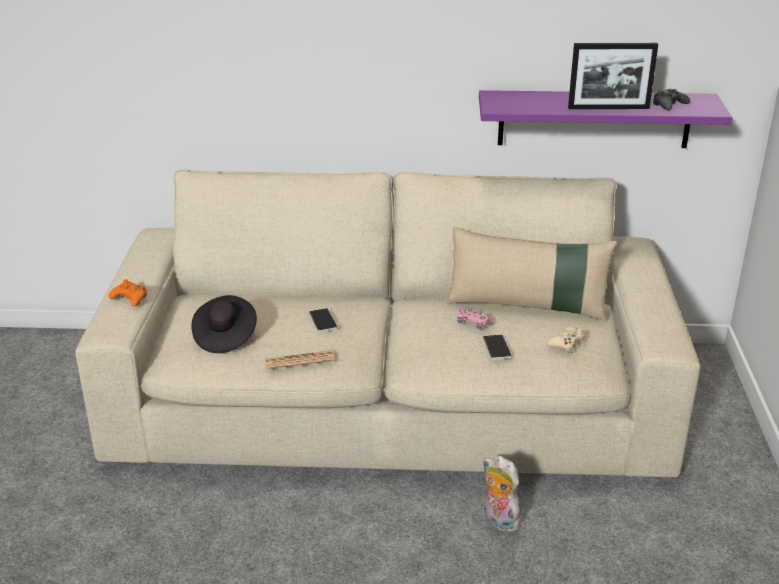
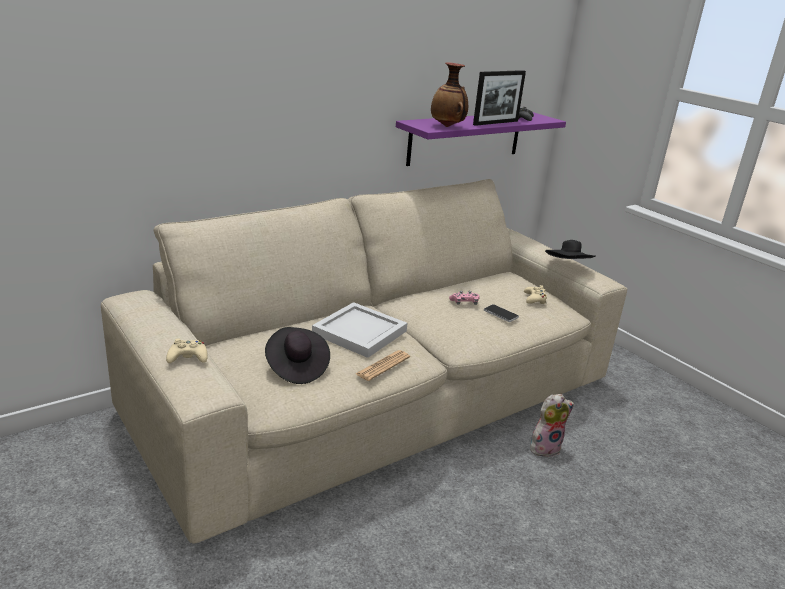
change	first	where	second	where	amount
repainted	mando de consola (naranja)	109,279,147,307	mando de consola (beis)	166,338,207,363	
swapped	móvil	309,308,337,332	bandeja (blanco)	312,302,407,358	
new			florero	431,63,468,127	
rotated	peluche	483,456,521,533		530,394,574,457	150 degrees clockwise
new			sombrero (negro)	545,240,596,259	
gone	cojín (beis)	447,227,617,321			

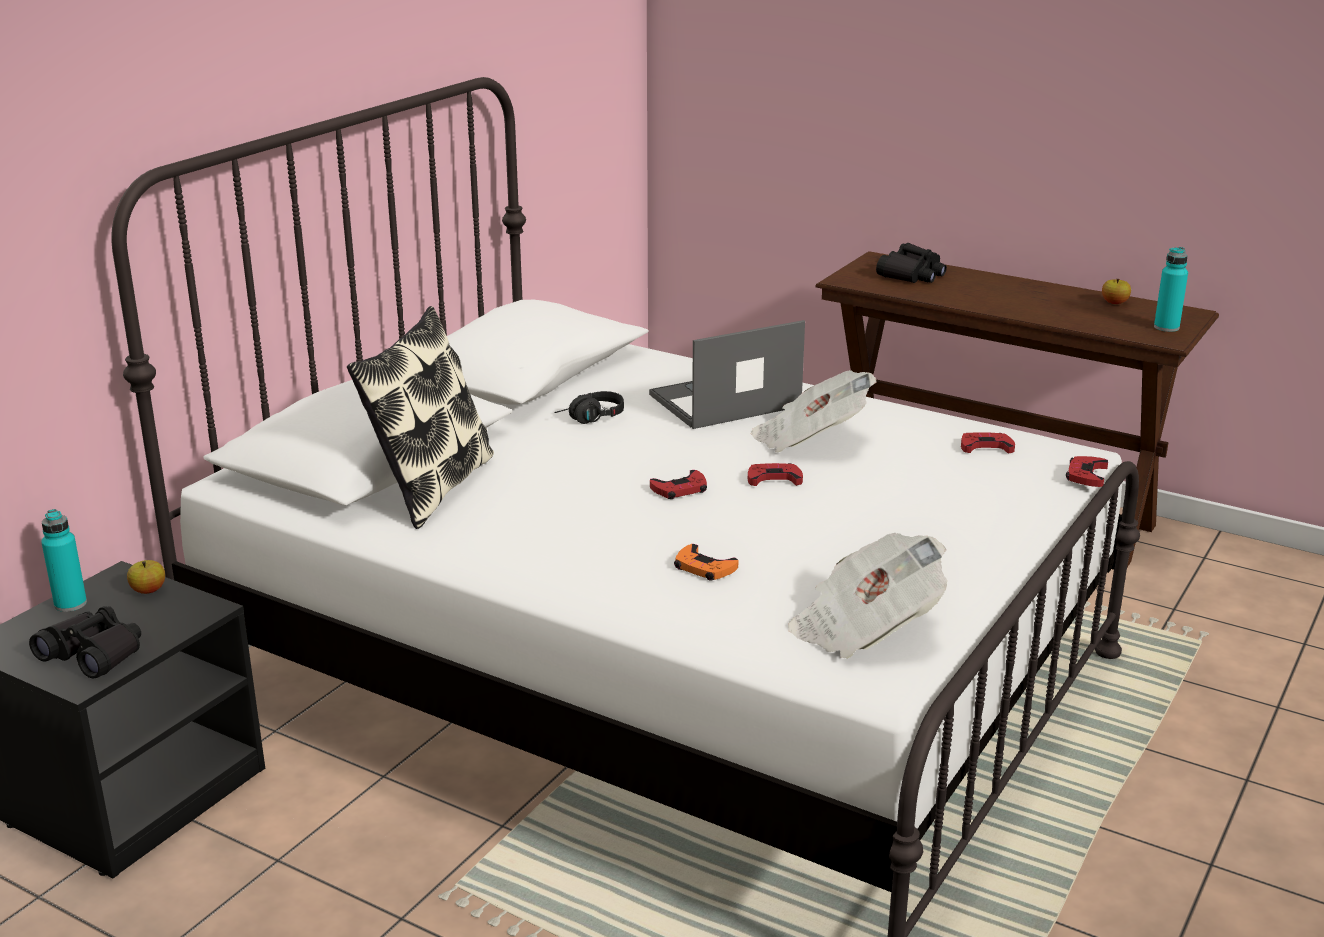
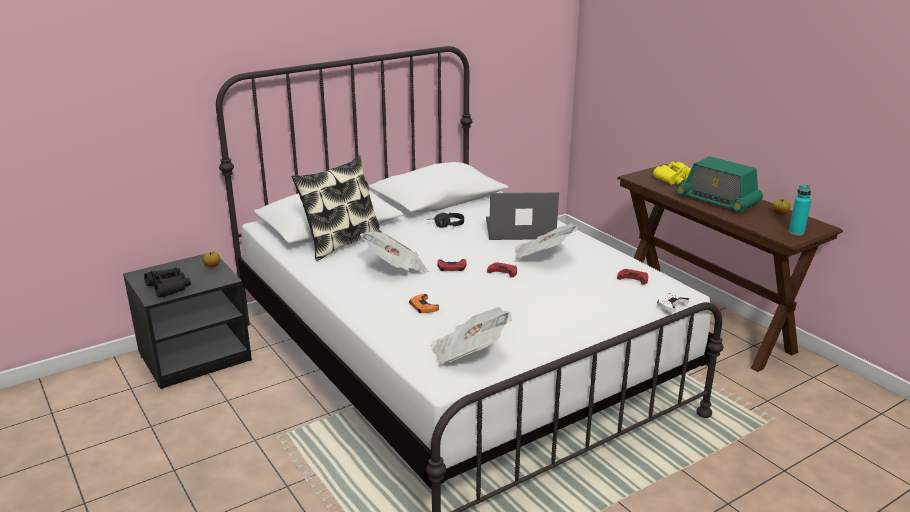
change	first	where	second	where	amount
new			periódico	360,232,429,272	
repainted	prismáticos (negro)	876,243,947,283	prismáticos (amarillo)	653,161,691,184	
repainted	mando de consola (rojo)	1066,456,1108,487	mando de consola (blanco)	657,293,689,312	
new			radio	676,156,763,213	
gone	botella (turquesa)	41,509,87,612			

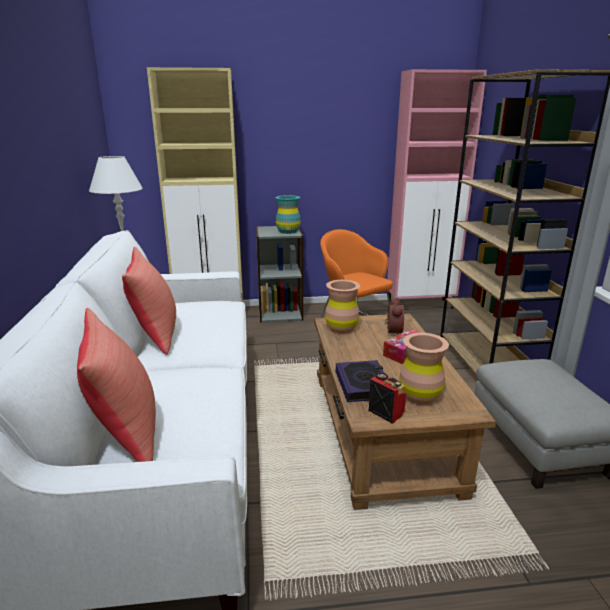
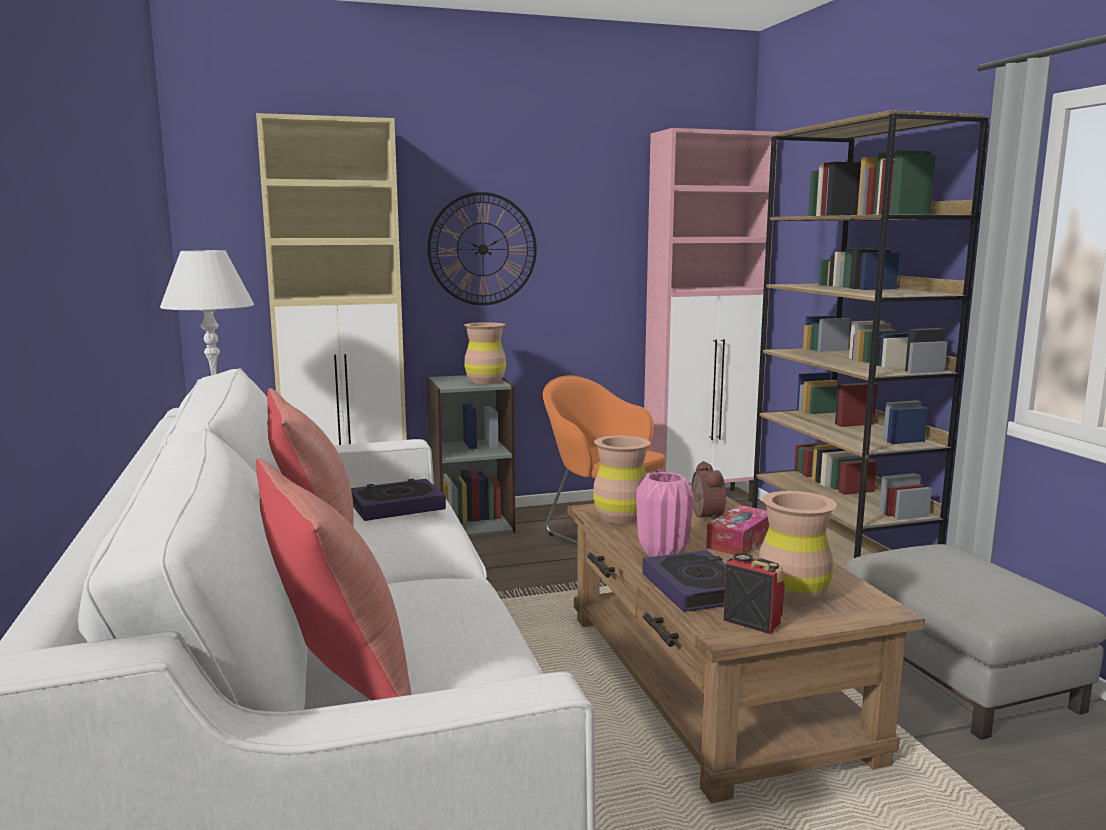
change	first	where	second	where	amount
new			libro	351,479,446,521	
new			reloj de pared	427,192,537,305	
repainted	florero (turquesa)	275,195,301,234	florero (marrón)	464,322,506,384	
new			florero (rosa)	636,472,694,557	

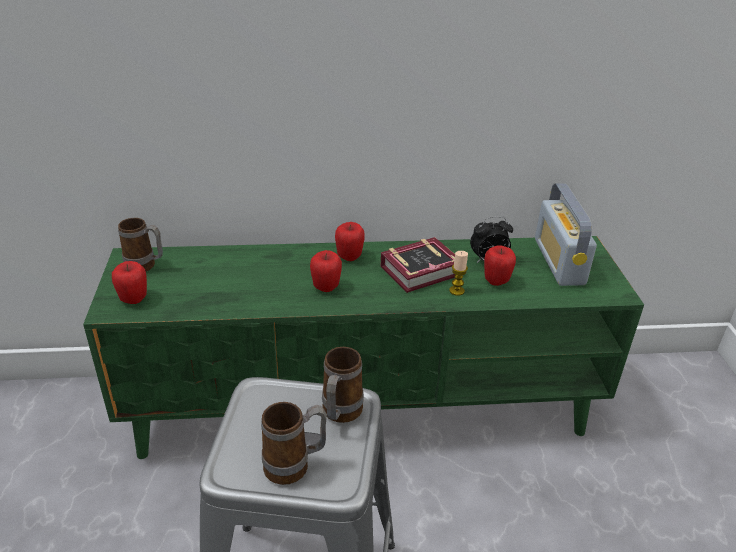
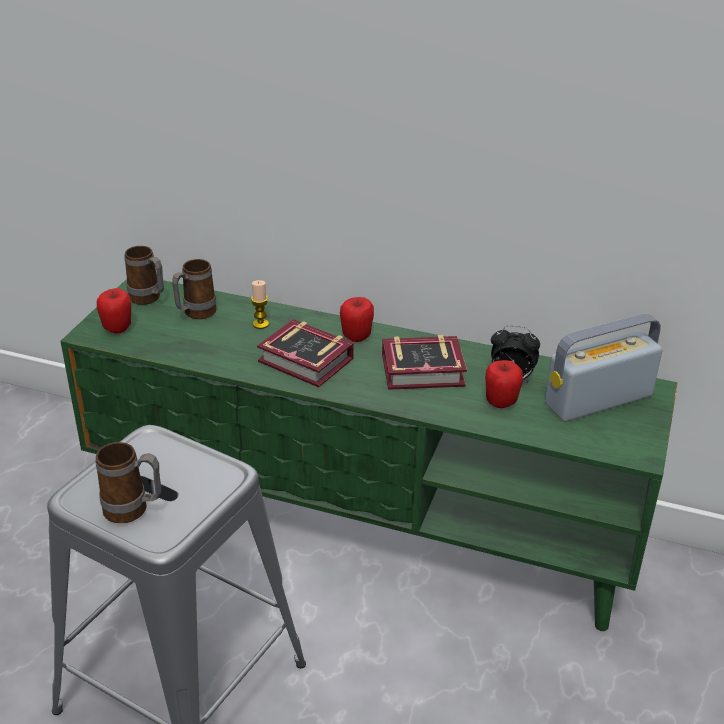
change	first	where	second	where	amount
shifted	taza grande	322,347,364,423		172,259,216,319	
shifted	vela	449,251,468,296		251,280,269,329	
swapped	manzana	310,250,342,292	libro	257,319,354,387	
rotated	radio	535,183,597,286		545,313,663,422	45 degrees clockwise

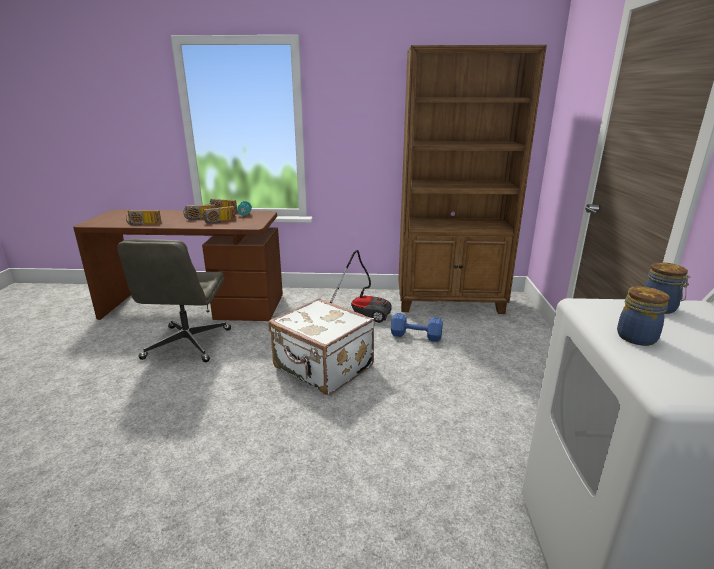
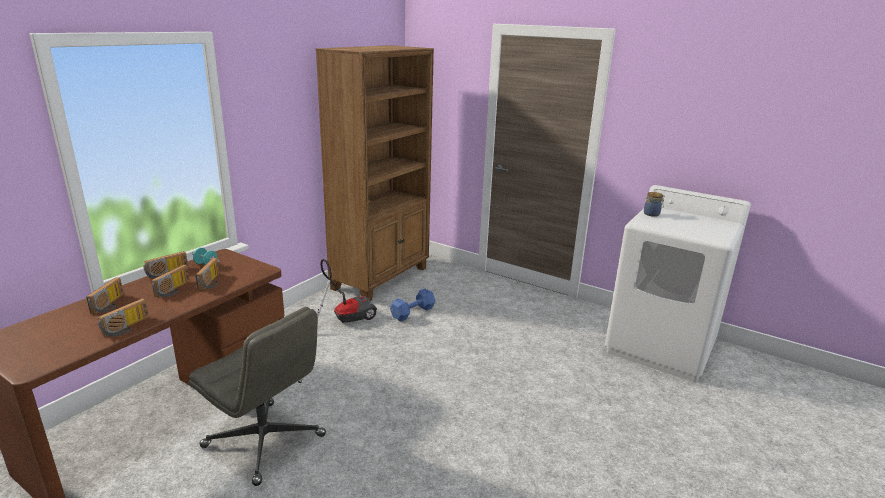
change	first	where	second	where	amount
new			radio	86,277,124,314	
gone	maleta (blanco)	269,298,375,395			
gone	tarro	617,286,670,346			

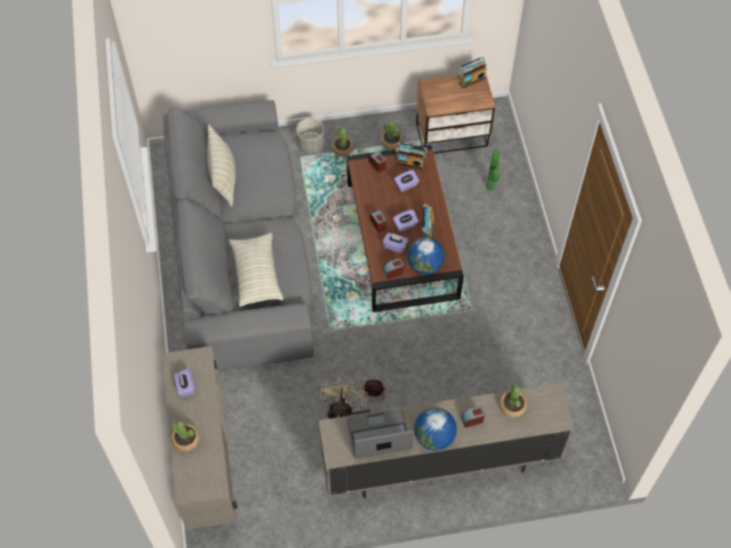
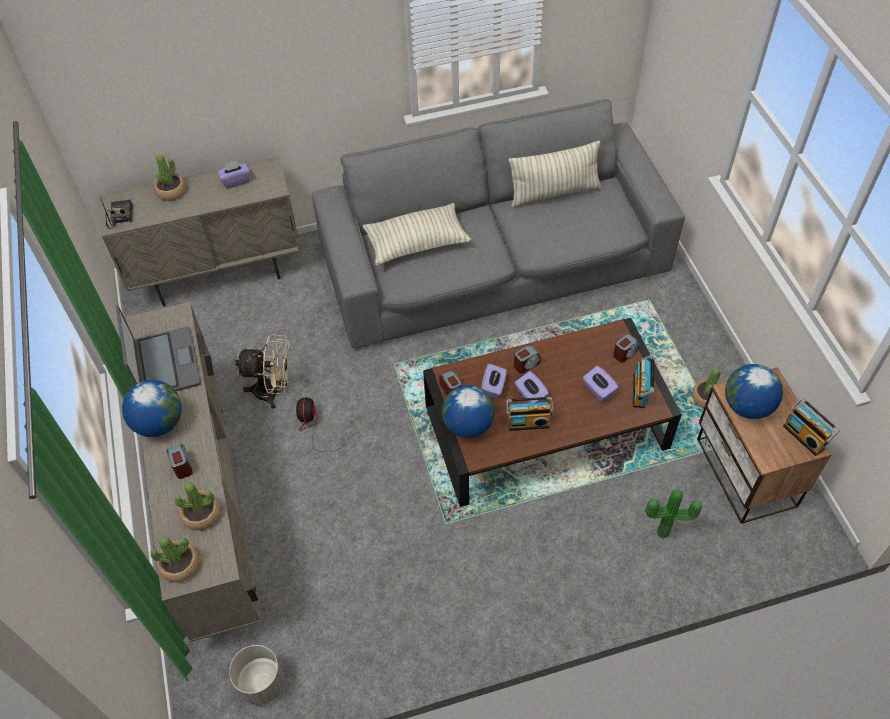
change	first	where	second	where	amount
new			radio	101,199,133,229	
shifted	planta en maceta	332,128,354,157		150,536,200,582	
shifted	maceta (gris)	296,118,325,154		229,645,284,705	
new			globo terráqueo	725,364,783,419	

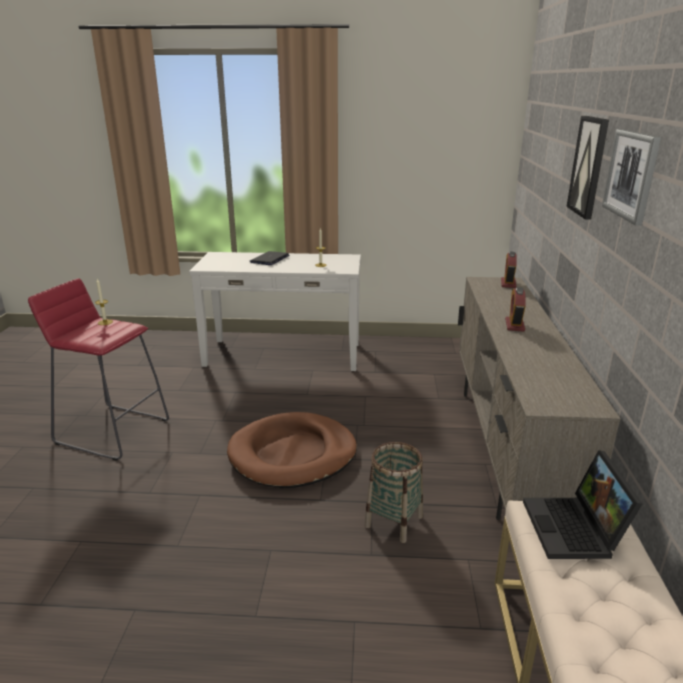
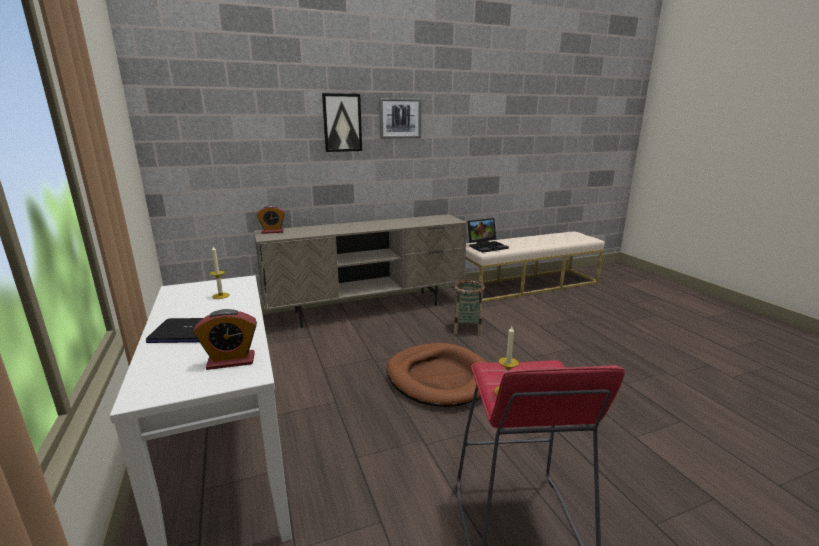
change	first	where	second	where	amount
shifted	despertador	505,287,526,332		193,309,257,370	

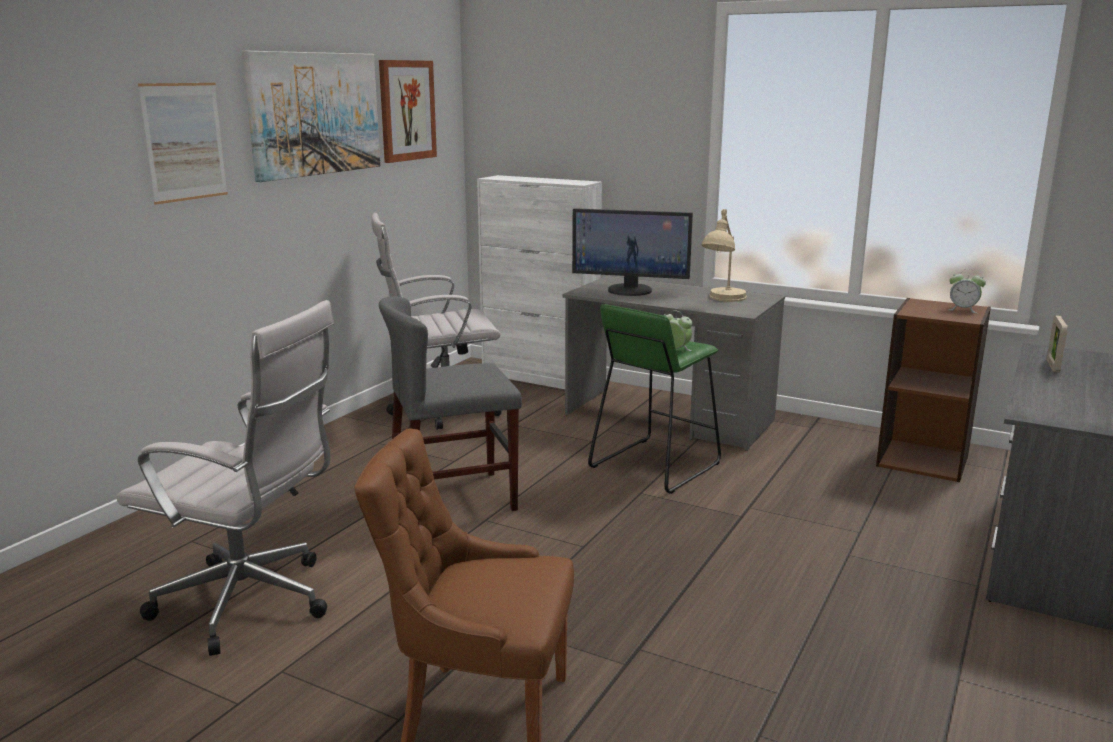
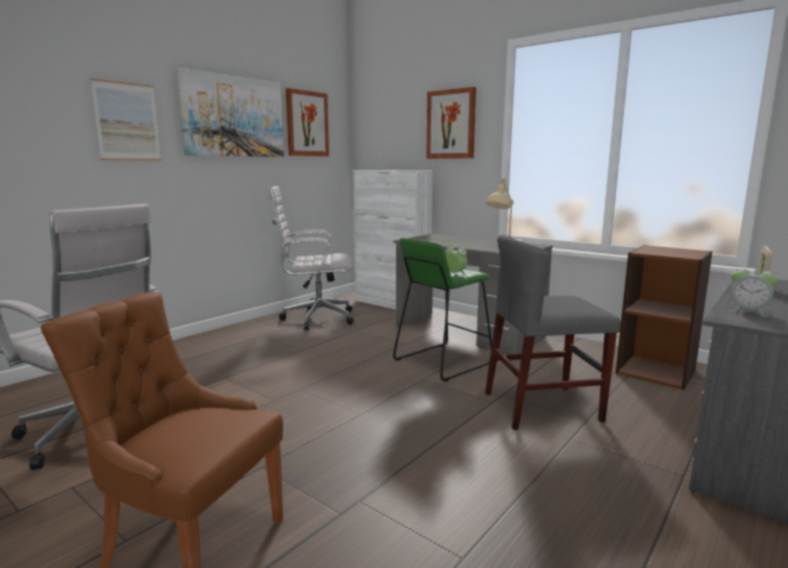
change	first	where	second	where	amount
new			cuadro	426,87,476,159	
shifted	silla (gris)	379,296,522,511		485,235,621,430	
shifted	despertador	949,269,986,313		730,263,780,317	
gone	monitor	572,208,693,296			

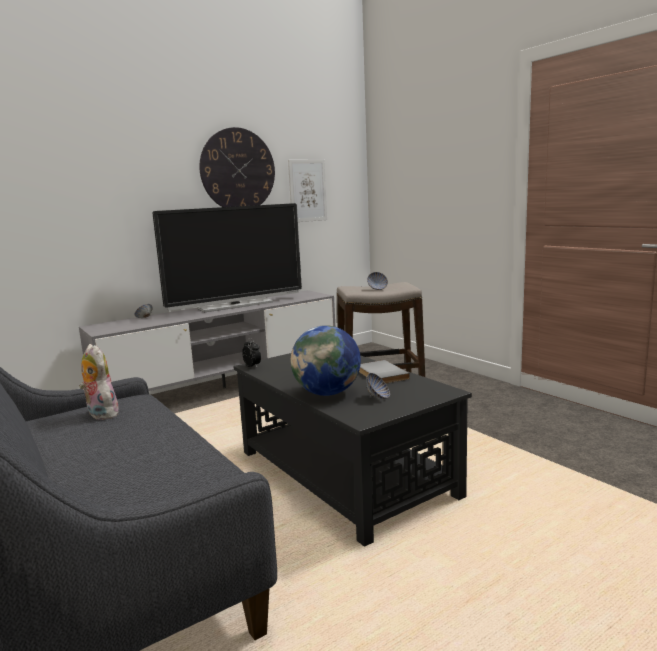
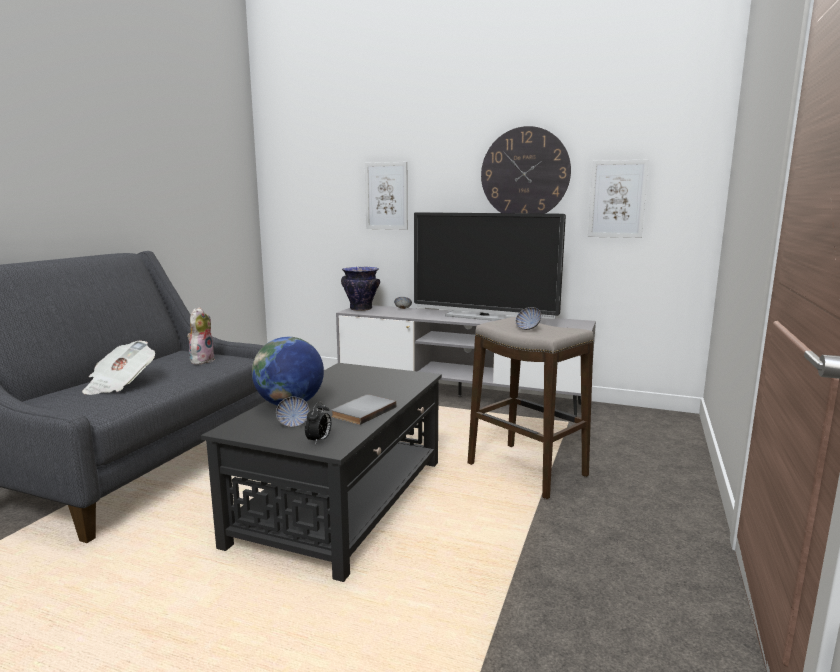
change	first	where	second	where	amount
new			periódico	82,341,155,395	
shifted	despertador	242,338,261,367		305,401,331,445	
new			florero	341,267,380,311	
new			cuadro	365,162,408,230	

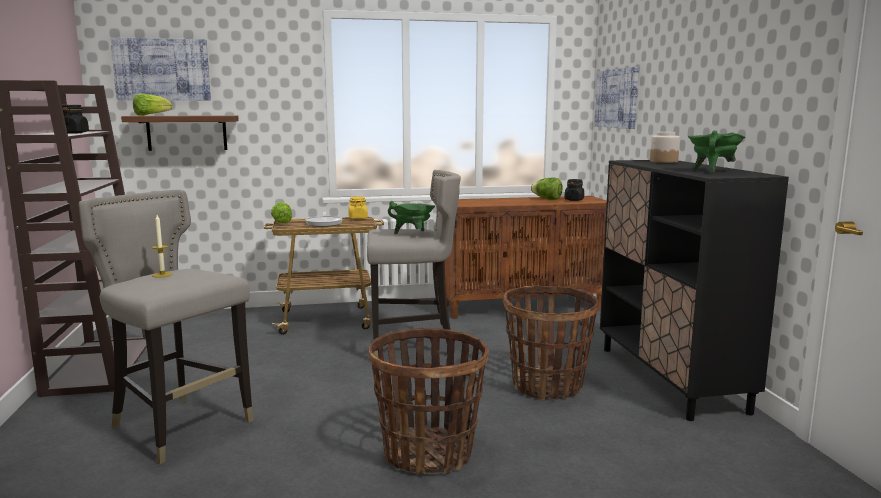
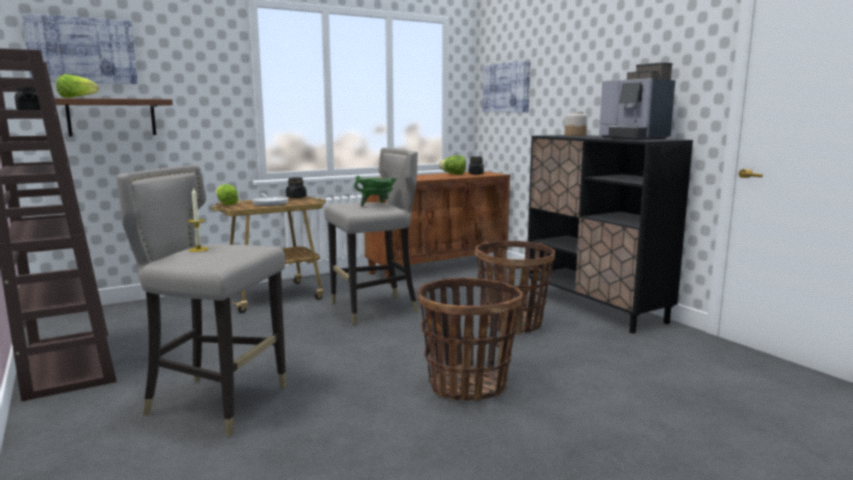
change	first	where	second	where	amount
repainted	tarro (amarillo)	348,197,368,219	tarro (negro)	286,177,307,199	
swapped	olla (verde)	688,130,745,173	cafetera	599,62,675,140	

